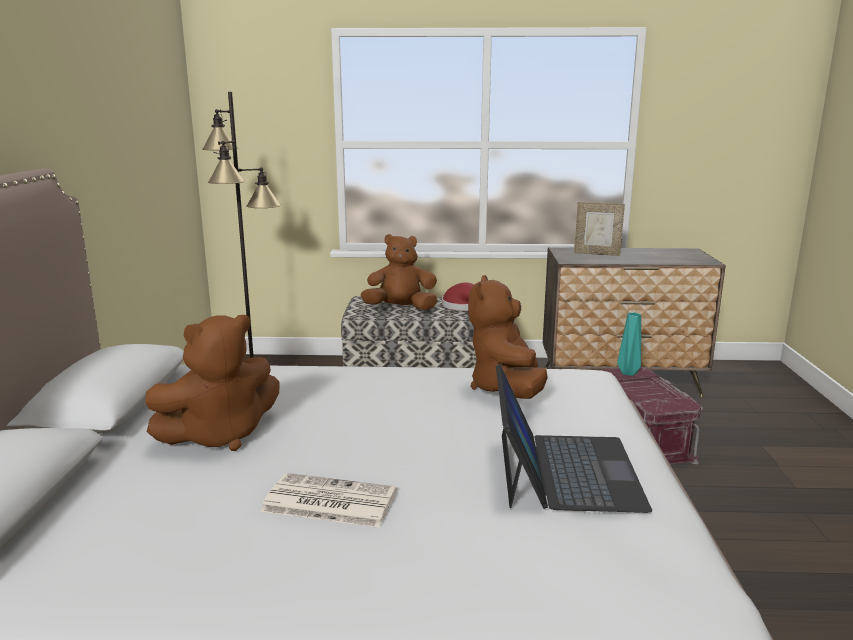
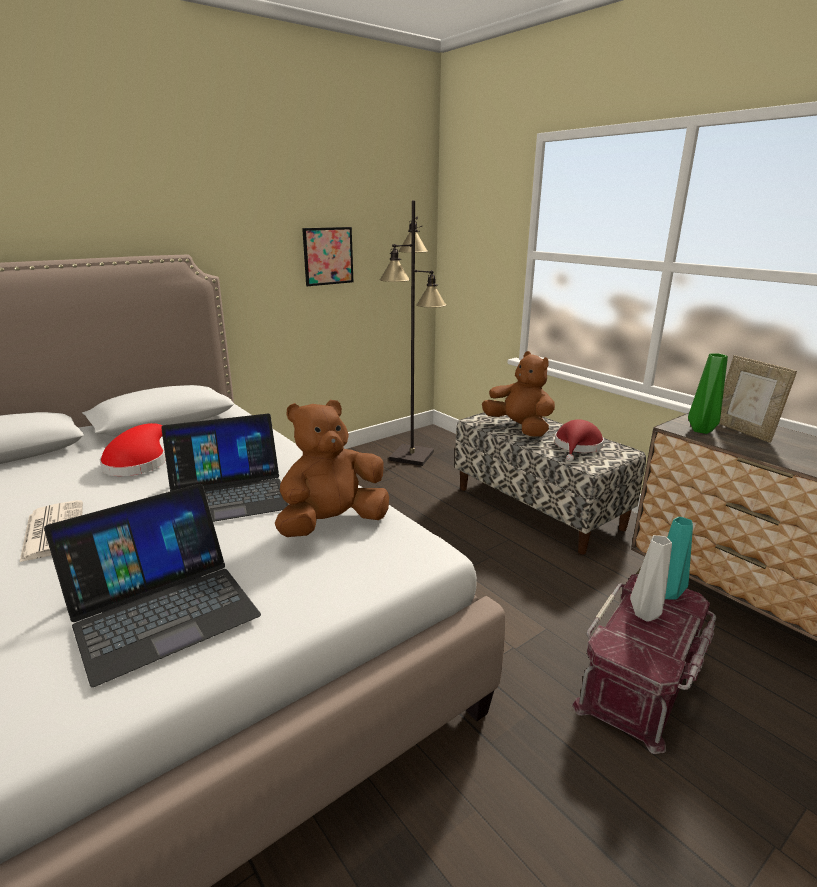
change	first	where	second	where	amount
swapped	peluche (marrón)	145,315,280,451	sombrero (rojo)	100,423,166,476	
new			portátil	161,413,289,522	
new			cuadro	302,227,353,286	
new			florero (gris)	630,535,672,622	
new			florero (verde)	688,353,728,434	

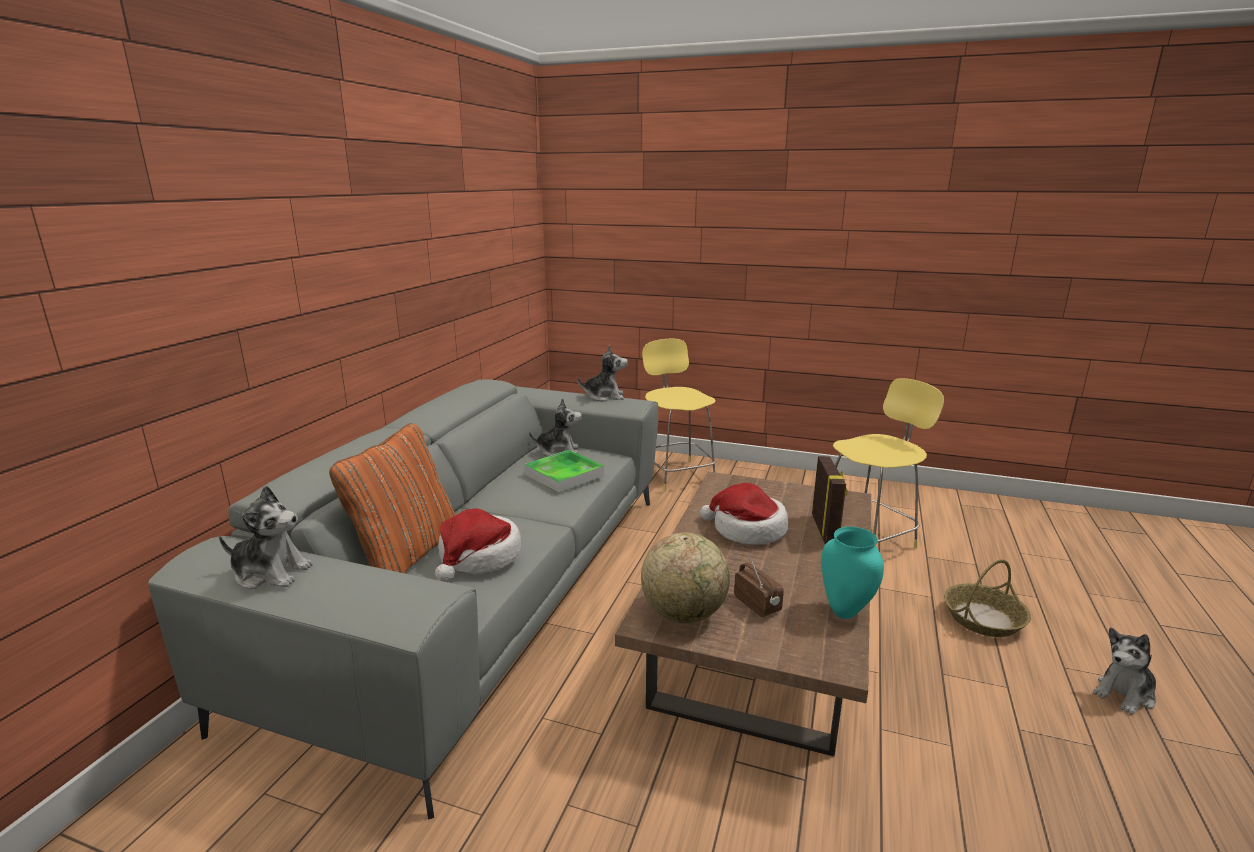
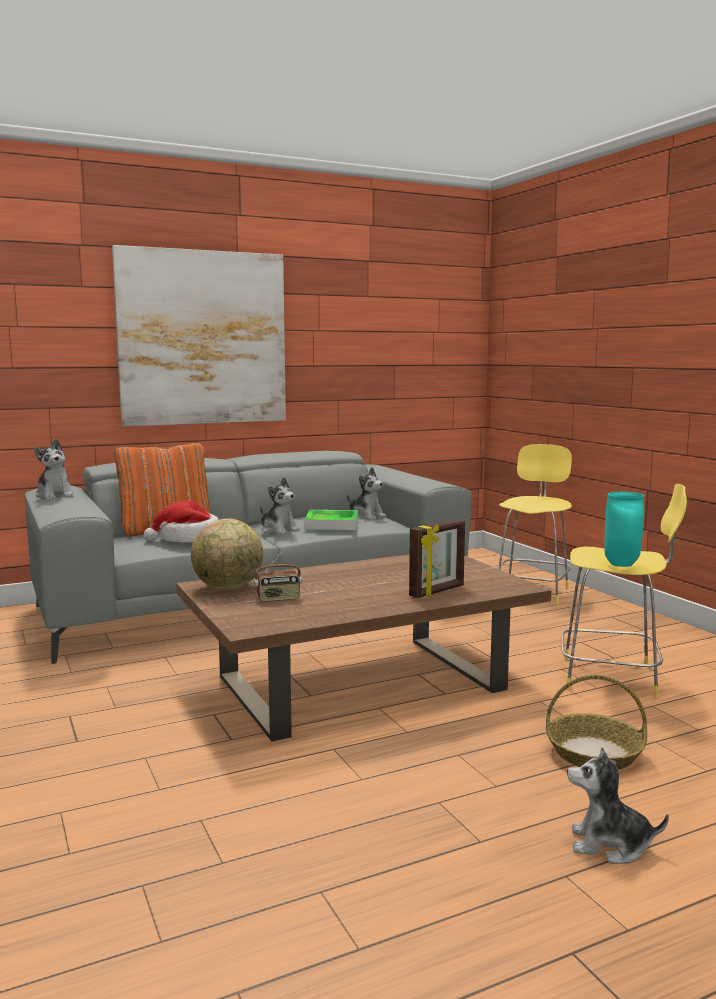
change	first	where	second	where	amount
new			cuadro	112,245,286,427	
rotated	radio	734,554,784,617		254,549,302,602	60 degrees clockwise
shifted	peluche	577,345,628,402		260,477,300,535	
shifted	florero (turquesa)	821,527,884,619		605,492,644,567	
gone	sombrero	700,483,788,545			

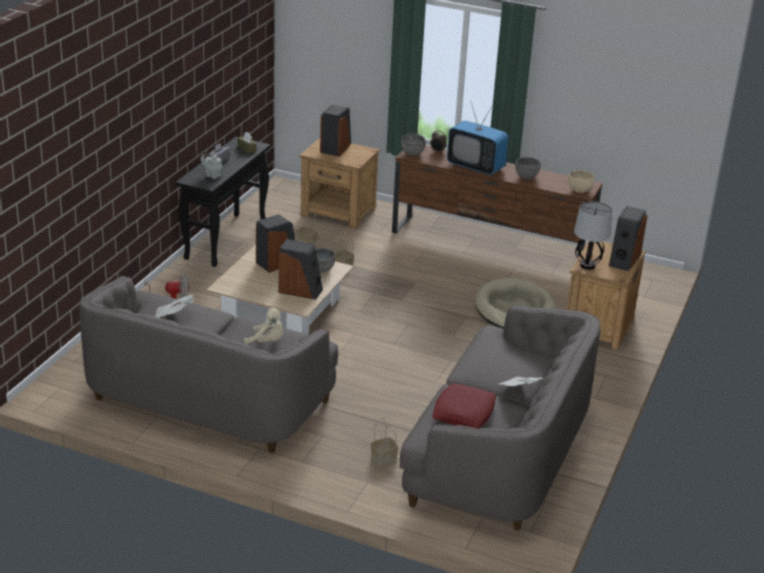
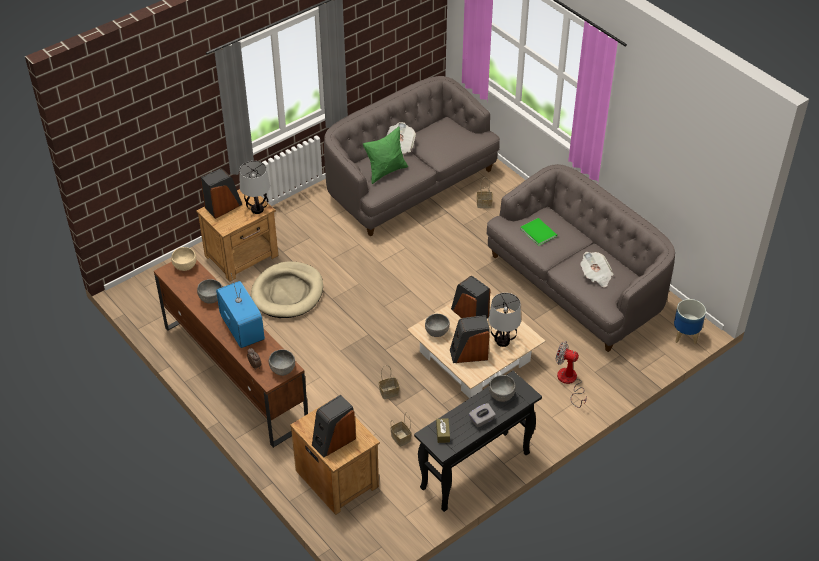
change	first	where	second	where	amount
new			cojín (verde)	363,127,408,184	
new			lámpara de mesa	489,293,521,347	
swapped	tetera (gris)	201,154,222,179	cuenco (gris)	489,375,516,402	
swapped	peluche (beis)	244,308,283,345	libro (verde)	521,218,557,246	
new			maceta	674,299,706,344	
gone	cojín (rojo)	432,384,496,429			

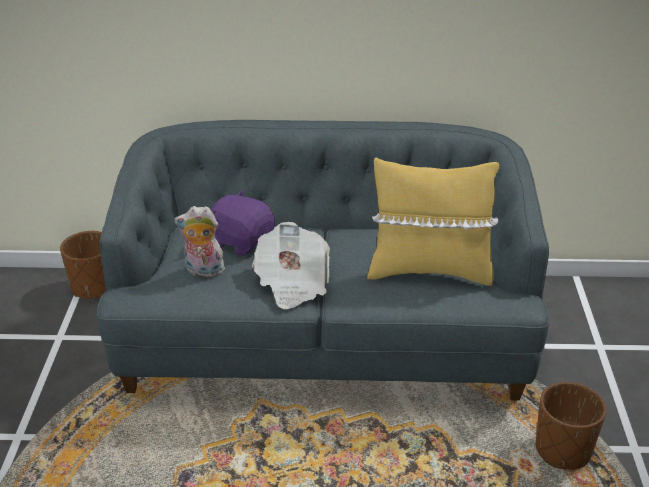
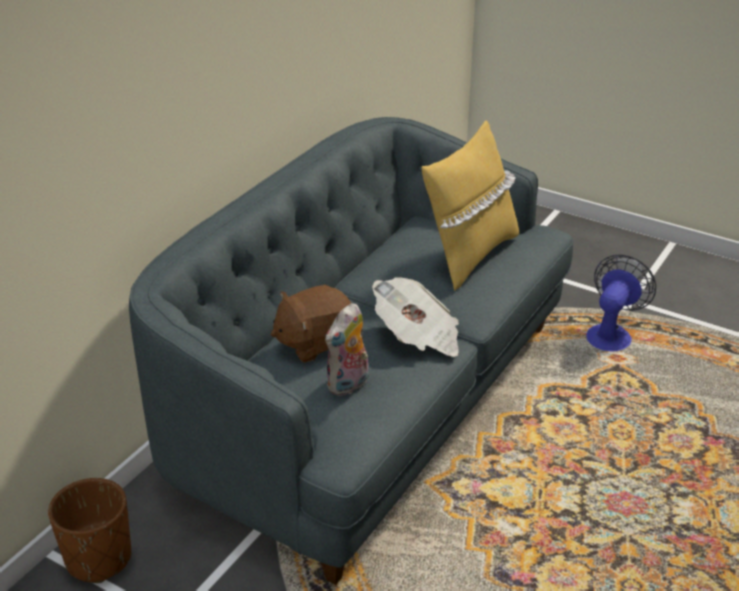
change	first	where	second	where	amount
repainted	peluche (morado)	211,191,275,256	peluche (marrón)	271,285,351,363	
swapped	maceta (marrón)	536,382,606,470	ventilador	586,254,656,351	

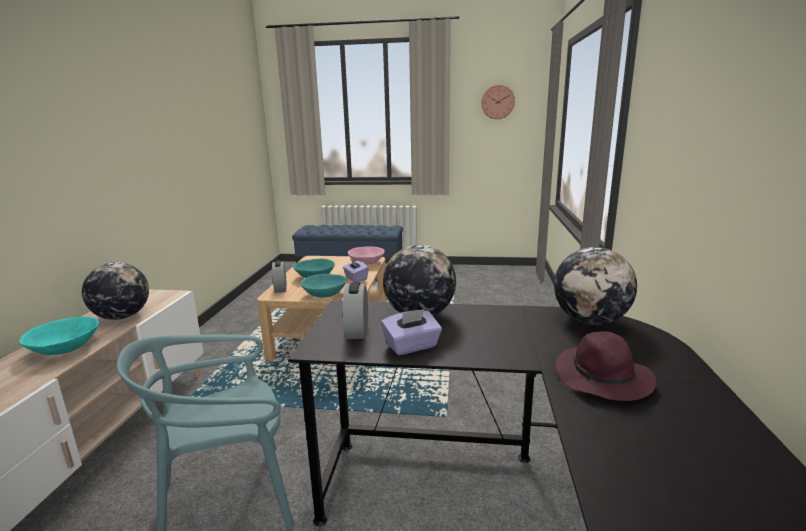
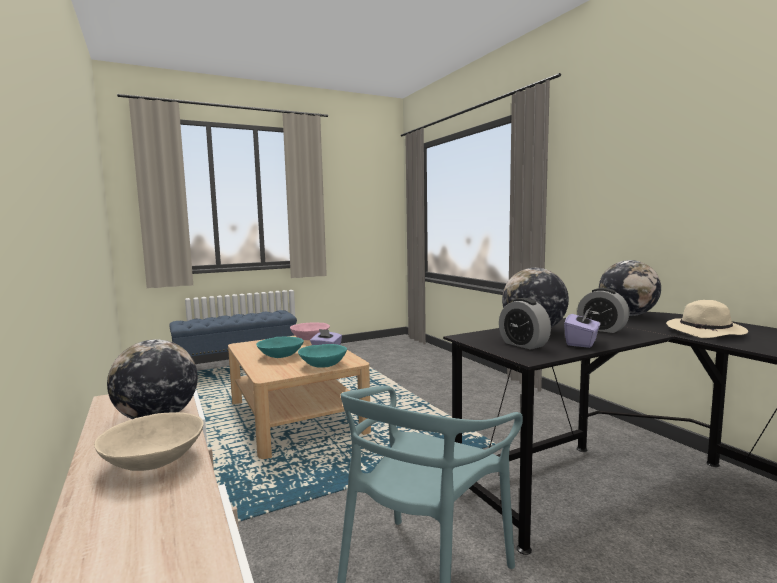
change	first	where	second	where	amount
repainted	cuenco (turquesa)	19,317,99,355	cuenco (beis)	94,412,203,471	
shifted	despertador	272,260,287,293		577,288,630,333	
repainted	sombrero (morado)	555,331,656,401	sombrero (beis)	666,300,748,338	
gone	reloj de pared	481,85,515,119			

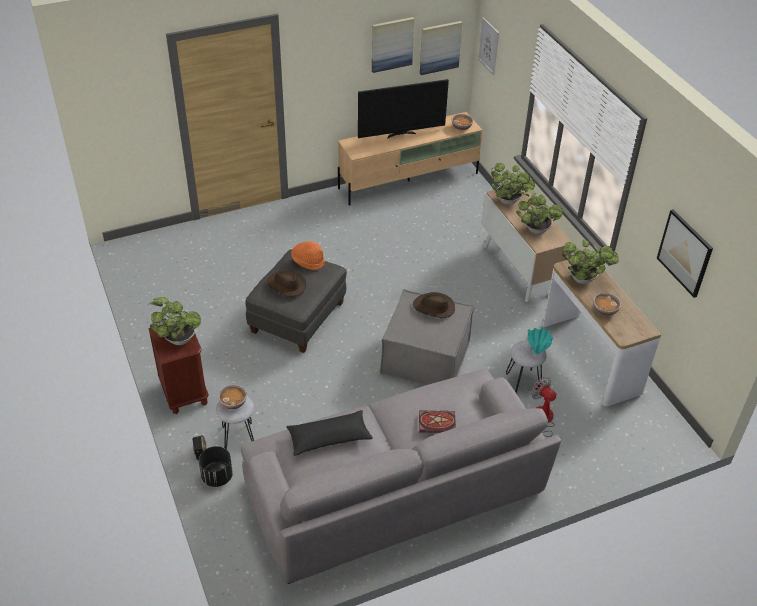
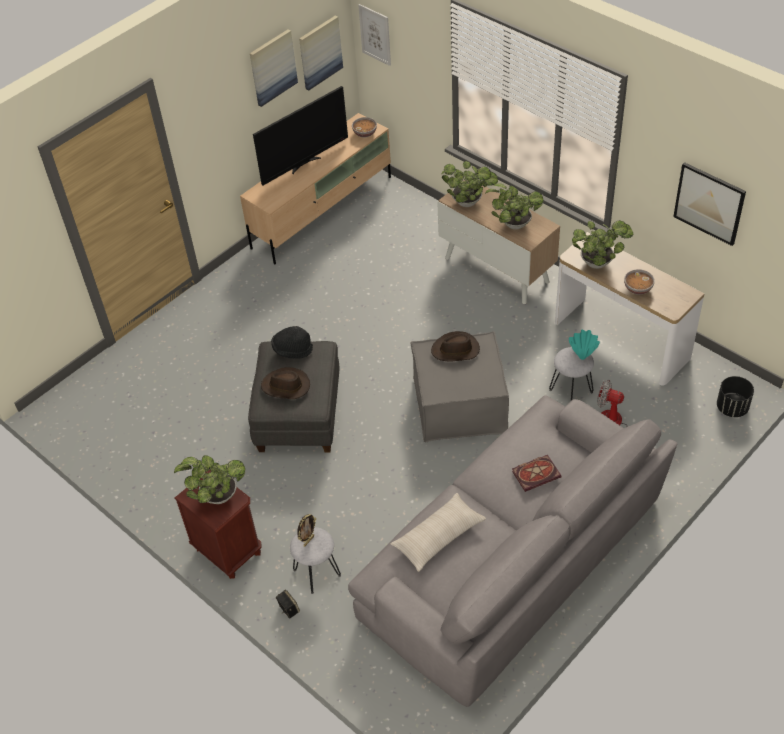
change	first	where	second	where	amount
repainted	sombrero (naranja)	291,241,325,270	sombrero (negro)	271,326,313,359	
swapped	cuenco	218,385,247,409	portarretratos	297,514,316,547	
repainted	cojín (negro)	286,410,372,456	cojín (beis)	390,493,486,572	
shifted	maceta (negro)	199,446,233,487		717,376,754,417	

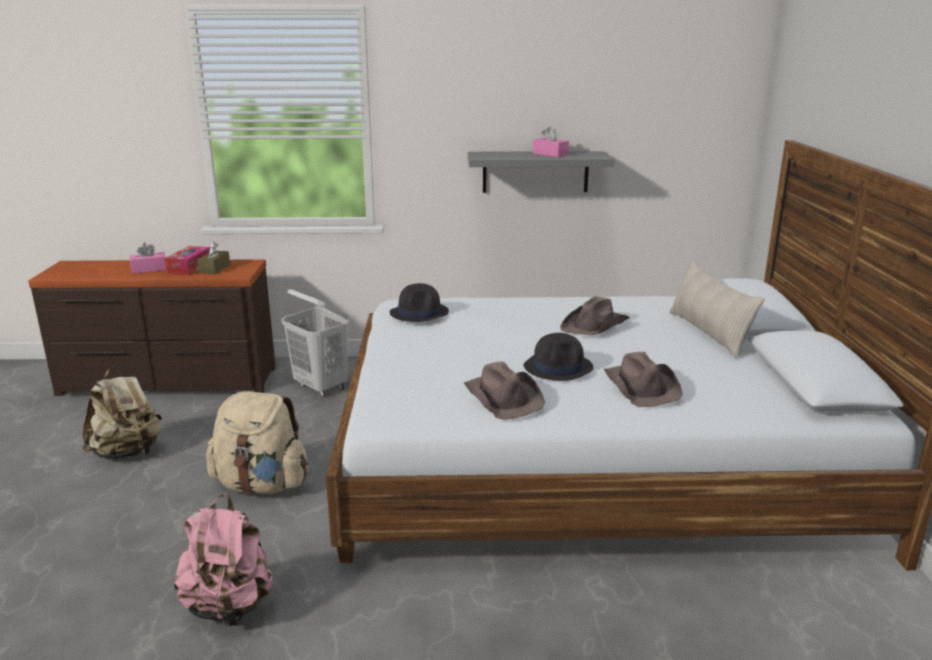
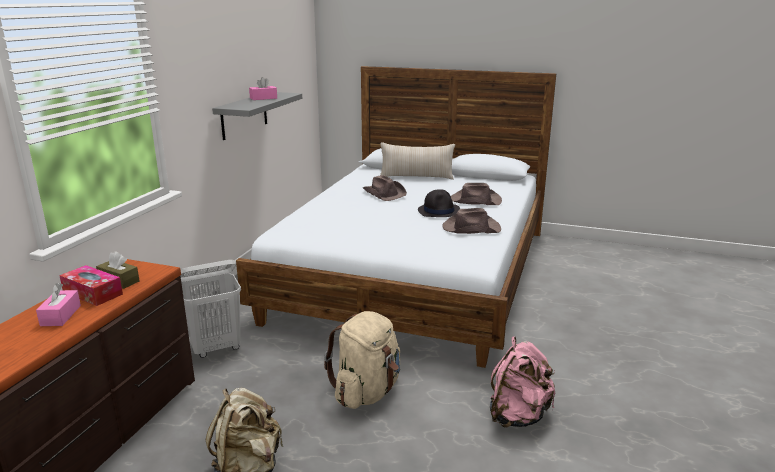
change	first	where	second	where	amount
gone	sombrero (negro)	390,283,449,322			

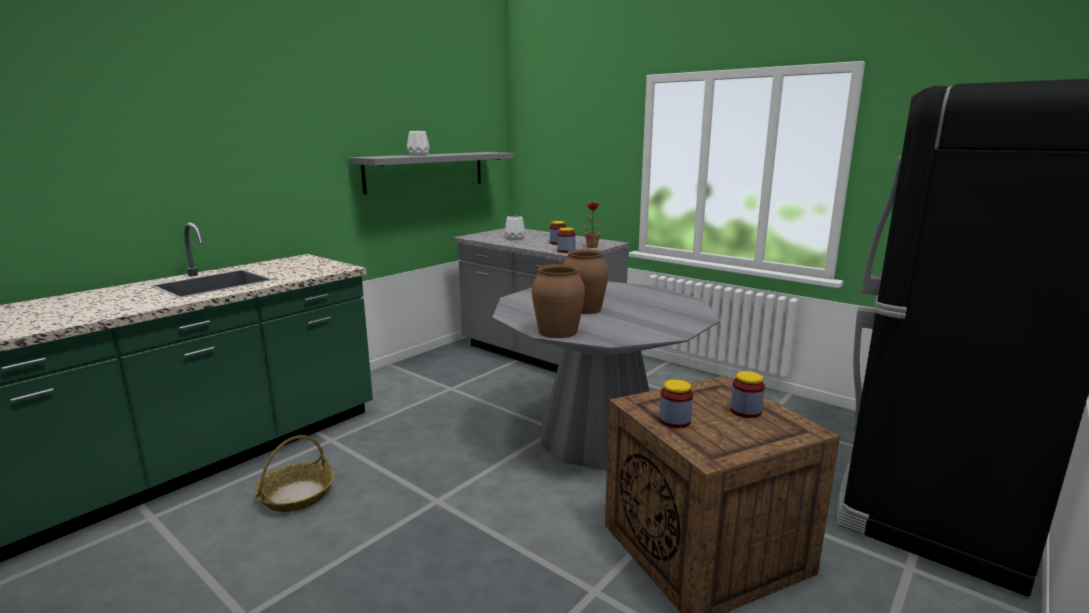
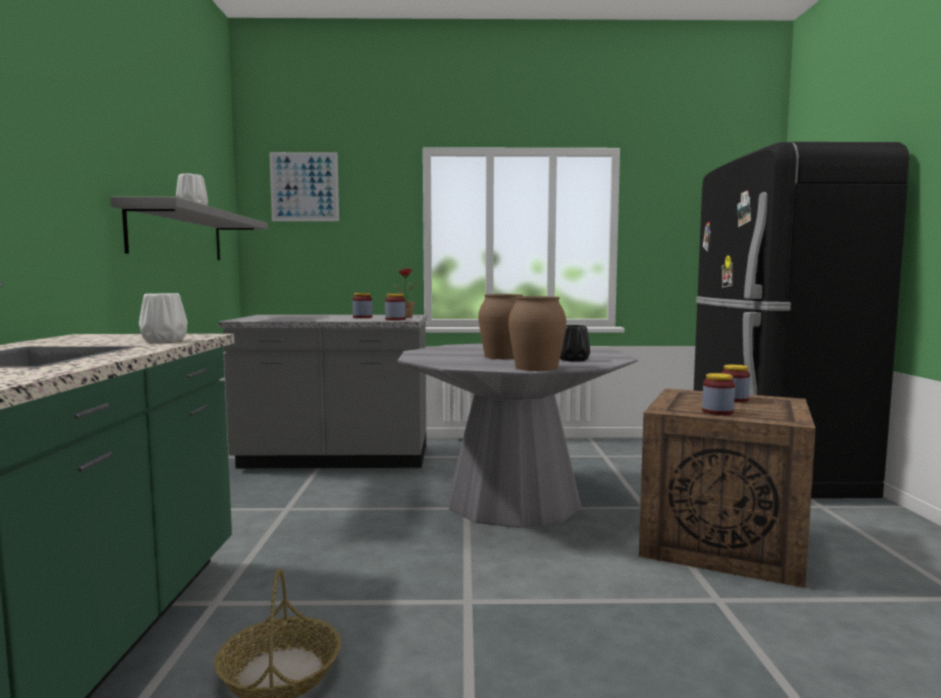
change	first	where	second	where	amount
shifted	florero (blanco)	505,216,525,240		139,293,188,342	
new			cuadro	269,152,339,221	
new			florero (negro)	560,325,590,362	

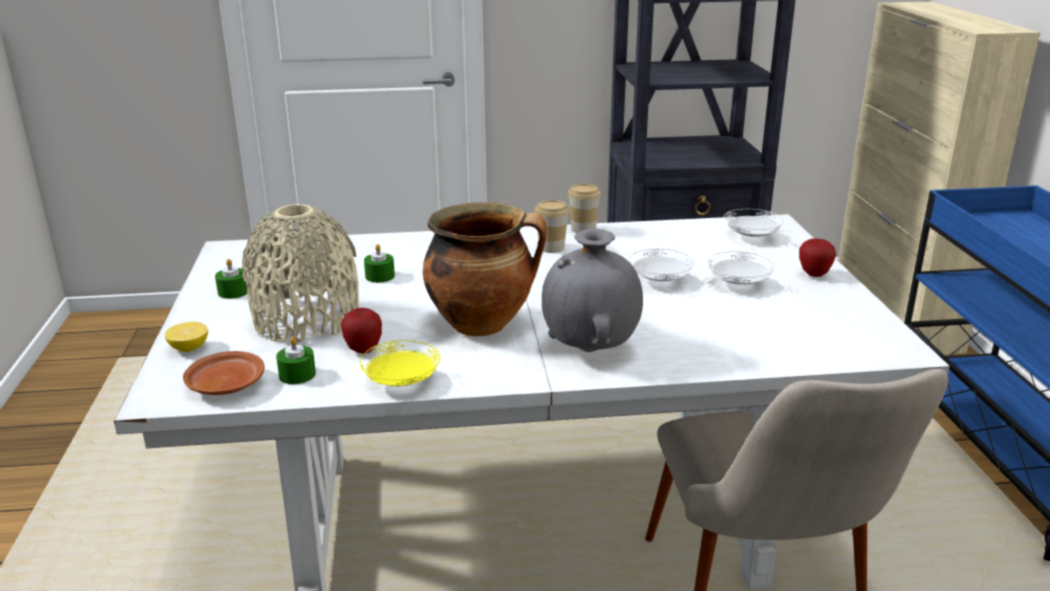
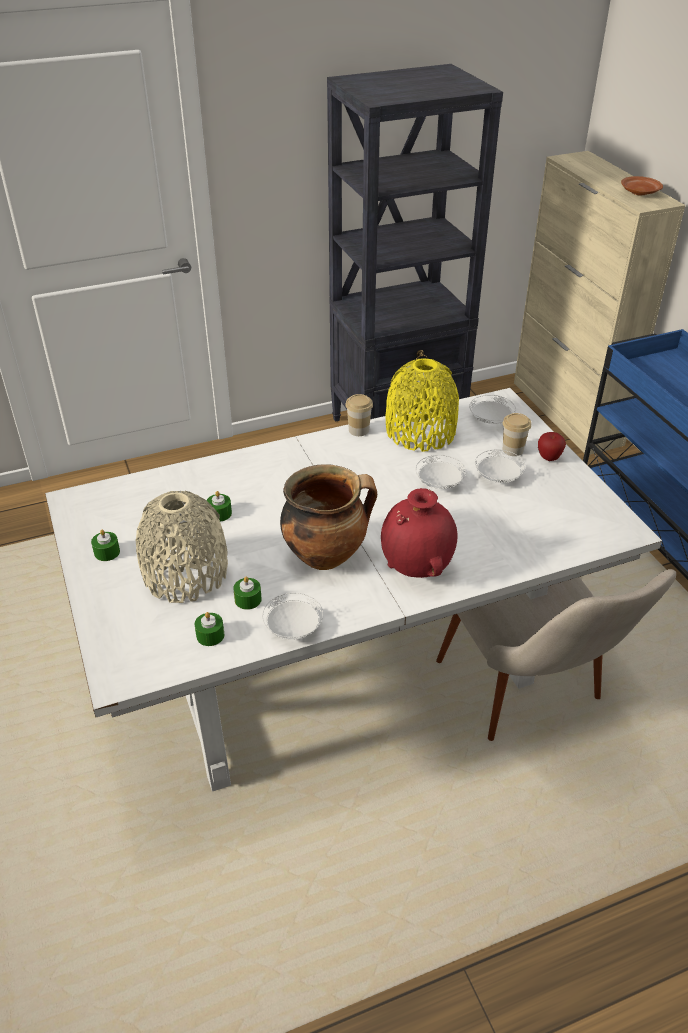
change	first	where	second	where	amount
swapped	manzana	341,308,382,353	vela (verde)	233,576,262,610	
repainted	plato (amarillo)	359,340,440,386	plato (blanco)	262,593,323,640	
repainted	florero (gris)	542,229,643,352	florero (rojo)	381,488,458,578	
new			florero (amarillo)	386,358,459,452	
shifted	taza	534,200,570,253		503,413,531,456	
shifted	plato (marrón)	183,351,265,395		621,176,663,196	
gone	limón	164,322,208,352			

